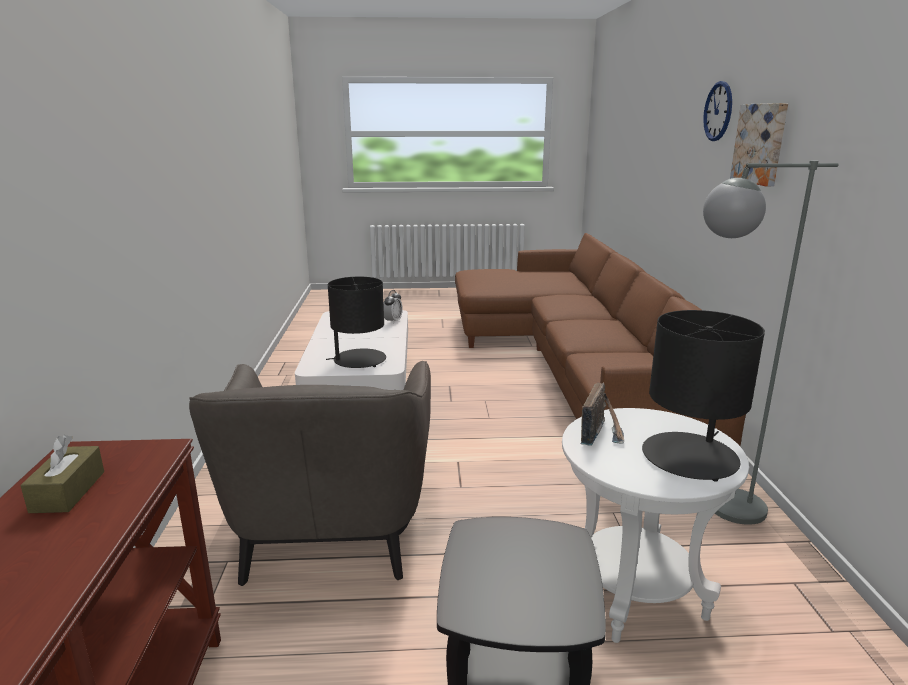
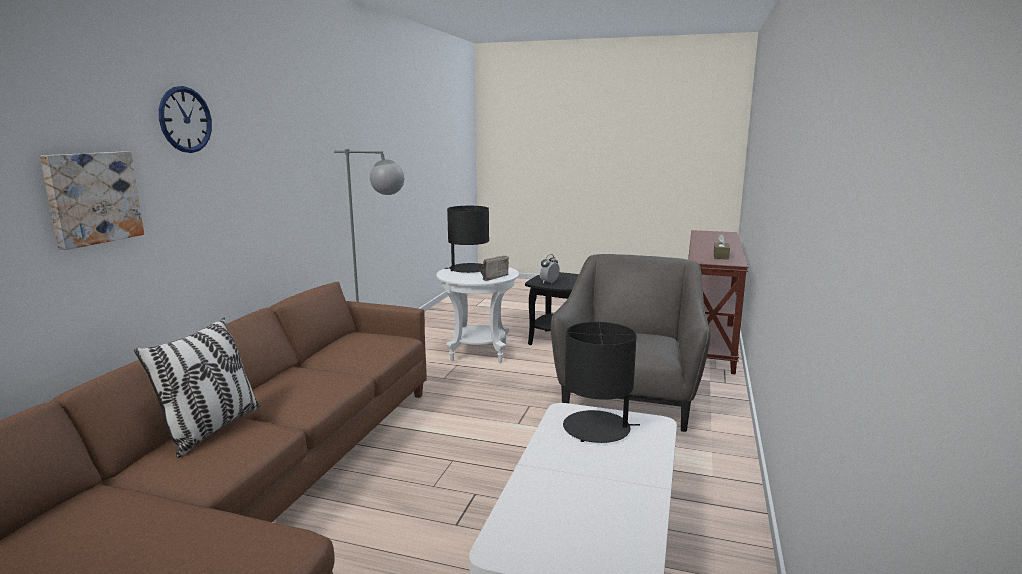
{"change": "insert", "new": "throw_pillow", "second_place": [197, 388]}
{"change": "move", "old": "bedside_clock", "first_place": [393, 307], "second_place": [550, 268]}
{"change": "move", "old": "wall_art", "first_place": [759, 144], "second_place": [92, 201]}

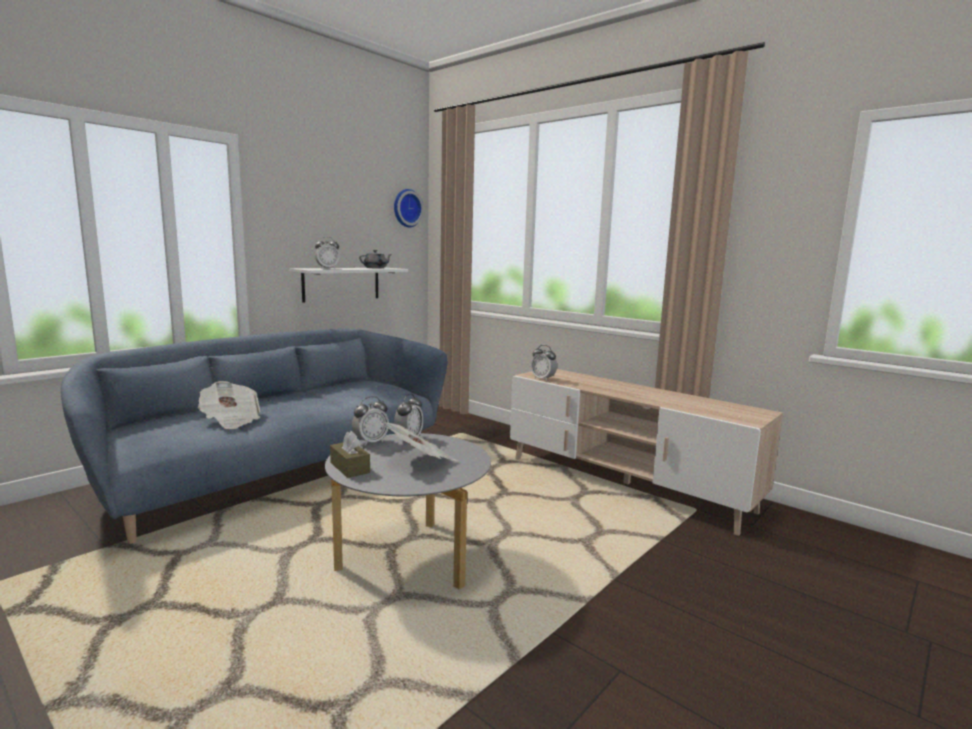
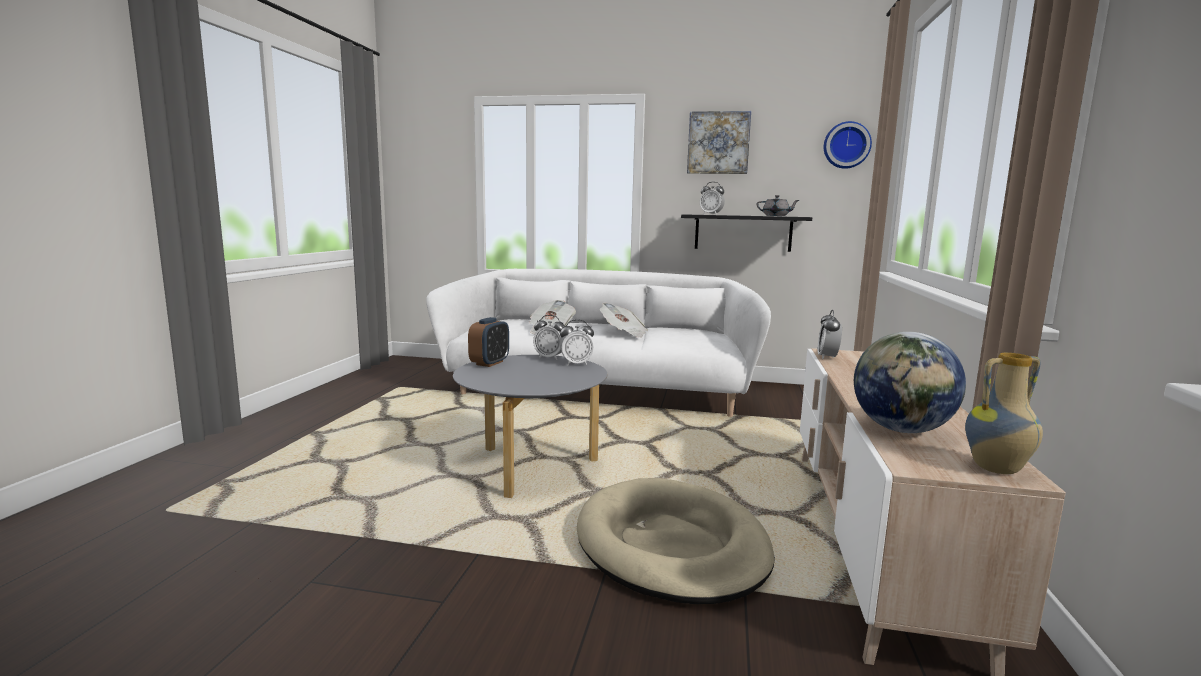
{"change": "insert", "new": "beige-coloured_dog_cushion", "second_place": [676, 541]}
{"change": "insert", "new": "wall_art", "second_place": [719, 142]}
{"change": "insert", "new": "desk_globe", "second_place": [910, 382]}
{"change": "insert", "new": "vase", "second_place": [1004, 413]}
{"change": "move", "old": "newspaper", "first_place": [419, 442], "second_place": [624, 320]}
{"change": "replace", "old": "brown-coloured_box_of_tissues", "new": "bedside_clock", "first_place": [350, 454], "second_place": [488, 342]}
{"change": "recolor", "old": "bluish_settee", "new": "whitish_settee", "first_place": [254, 436], "second_place": [598, 343]}
{"change": "recolor", "old": "whitish_wall_shelf", "new": "black_wall_shelf", "first_place": [348, 285], "second_place": [746, 233]}

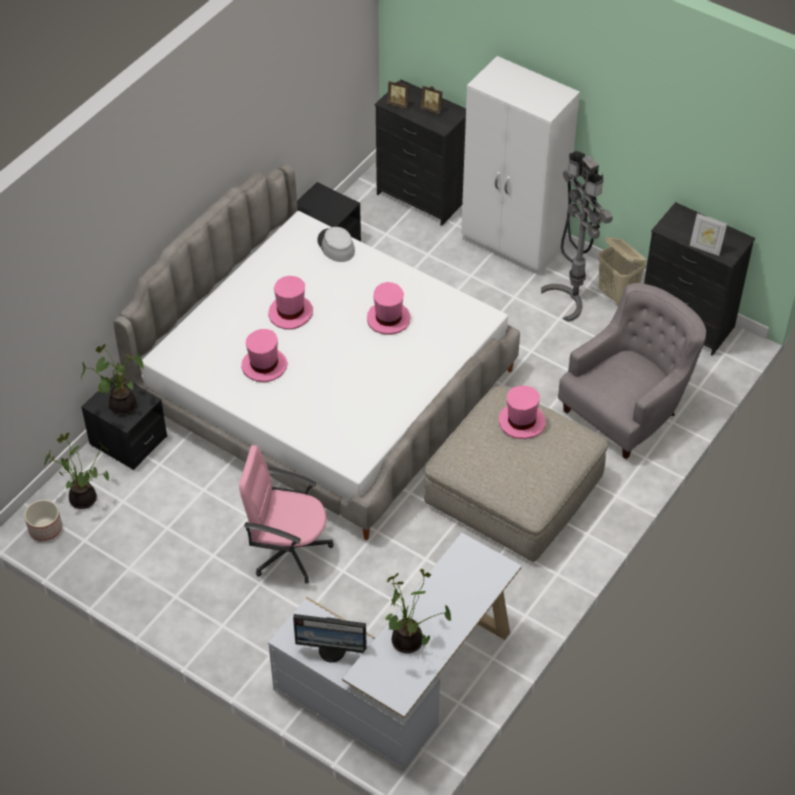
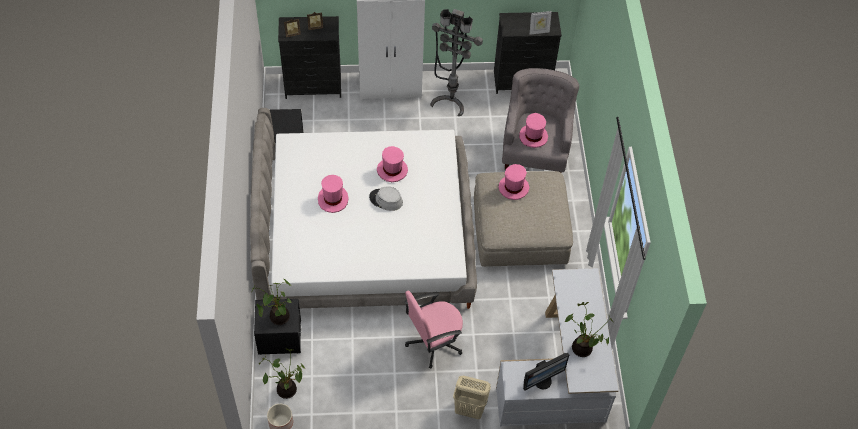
{"change": "move", "old": "pinkish_clothing_hat", "first_place": [264, 355], "second_place": [533, 130]}
{"change": "move", "old": "gray_clothing_hat", "first_place": [336, 244], "second_place": [386, 198]}
{"change": "move", "old": "beige-coloured_washing_basket", "first_place": [622, 271], "second_place": [472, 397]}

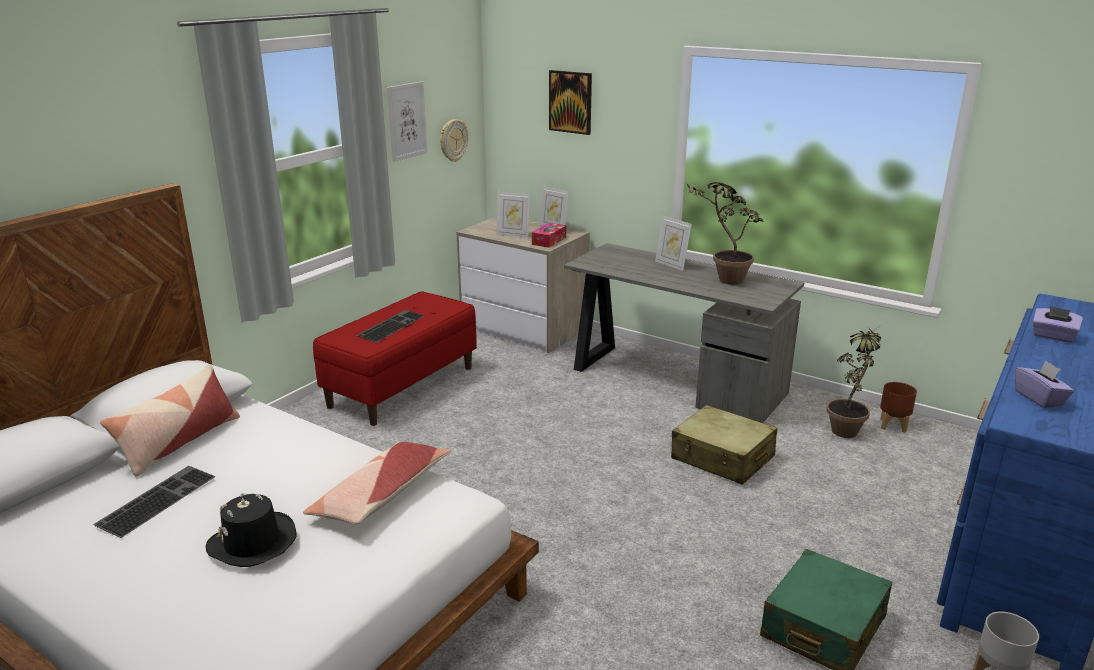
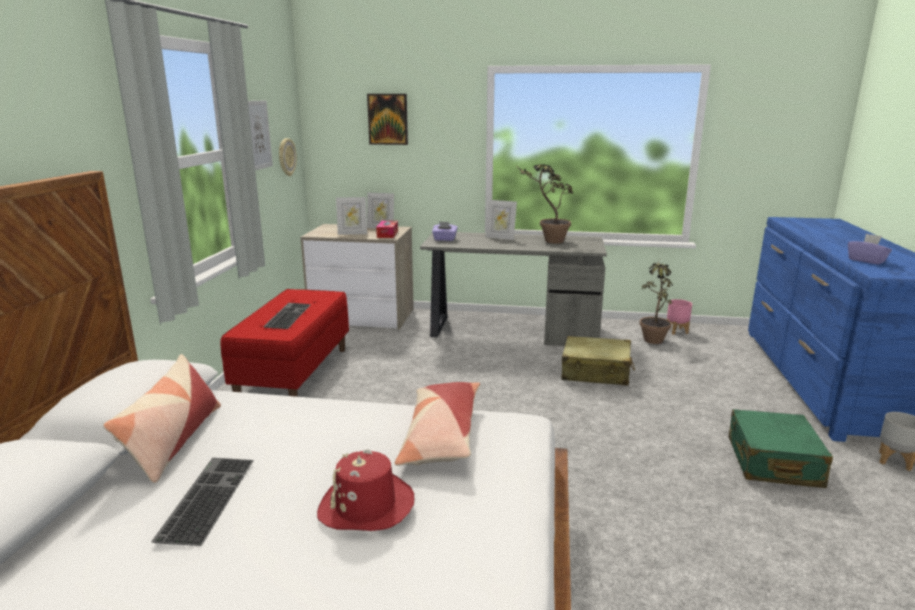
{"change": "move", "old": "purple-coloured_box_of_tissues", "first_place": [1058, 324], "second_place": [445, 231]}
{"change": "recolor", "old": "black_clothing_hat", "new": "red_clothing_hat", "first_place": [251, 530], "second_place": [365, 490]}
{"change": "recolor", "old": "brown-coloured_plant_pot", "new": "pinkish_plant_pot", "first_place": [898, 407], "second_place": [679, 317]}

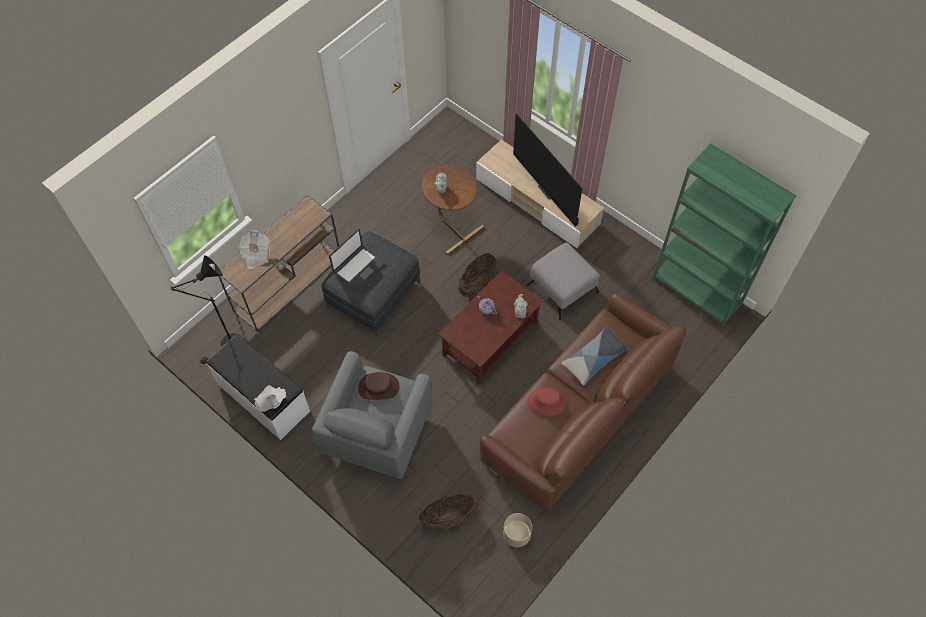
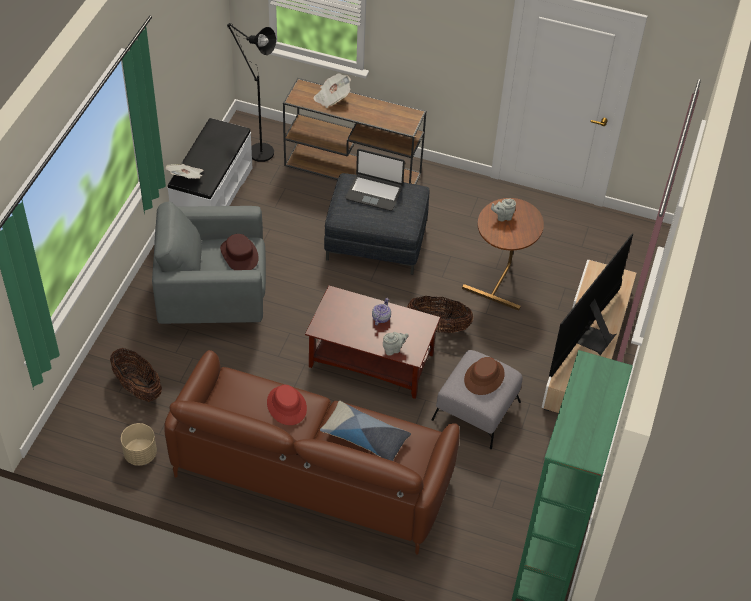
{"change": "insert", "new": "brown-coloured_clothing_hat", "second_place": [484, 376]}

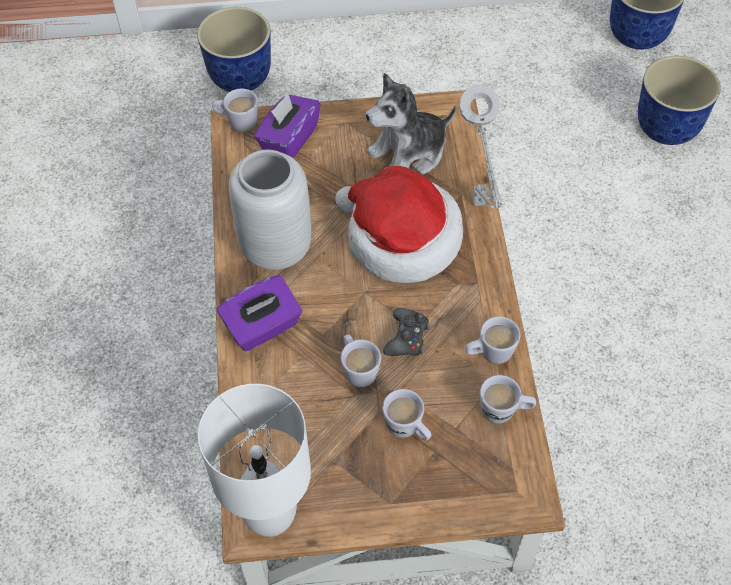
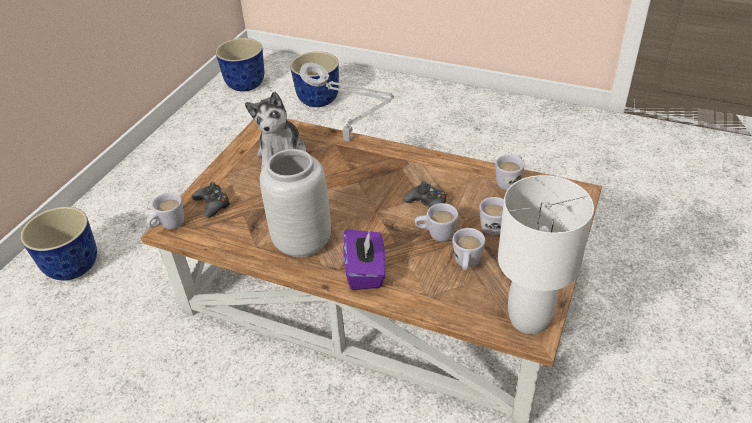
{"change": "delete", "old": "clothing_hat", "first_place": [399, 224]}
{"change": "move", "old": "whitish_tea_mug", "first_place": [492, 340], "second_place": [468, 249]}
{"change": "replace", "old": "purple-coloured_box_of_tissues", "new": "black_game_controller", "first_place": [287, 125], "second_place": [211, 200]}

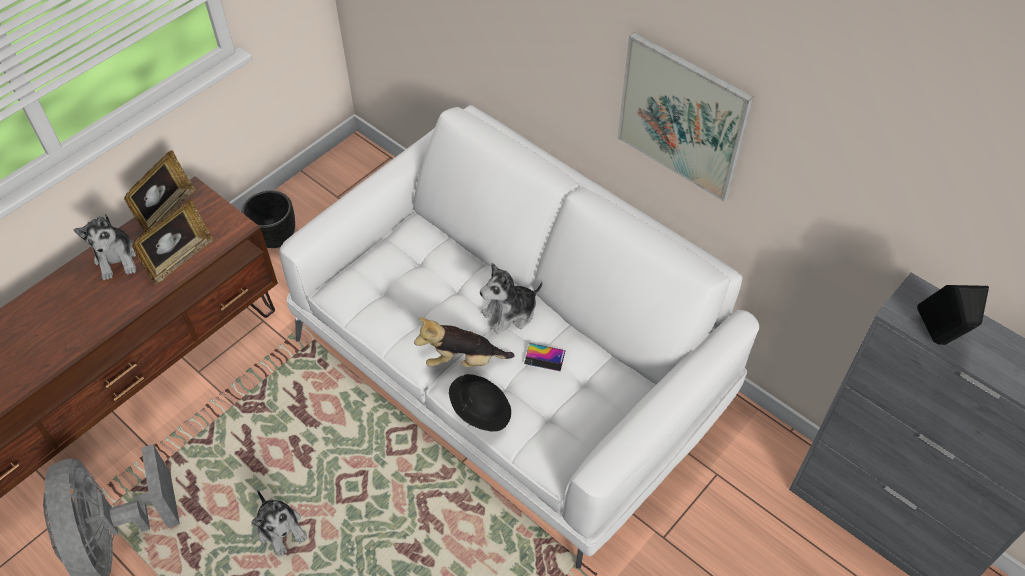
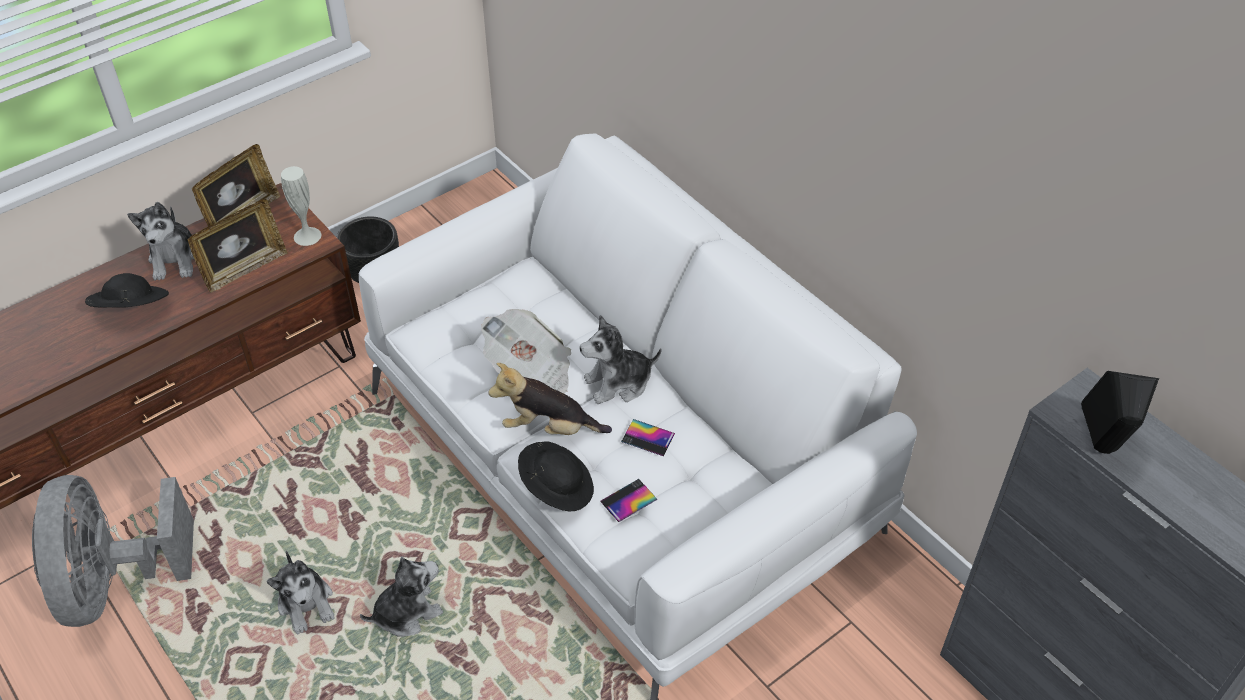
{"change": "delete", "old": "wall_art", "first_place": [686, 116]}
{"change": "insert", "new": "black_clothing_hat", "second_place": [127, 290]}
{"change": "insert", "new": "whitish_vase", "second_place": [301, 206]}
{"change": "insert", "new": "soft_toy", "second_place": [401, 596]}
{"change": "insert", "new": "newspaper", "second_place": [526, 351]}
{"change": "insert", "new": "handset", "second_place": [628, 500]}

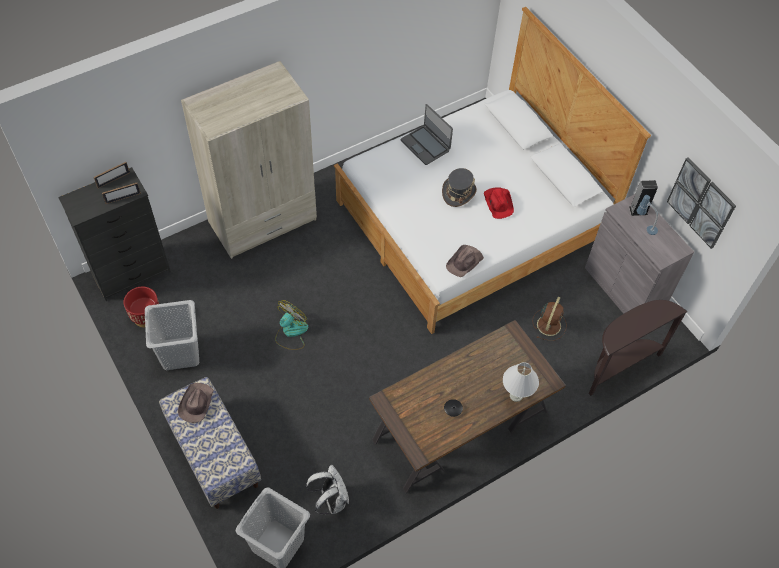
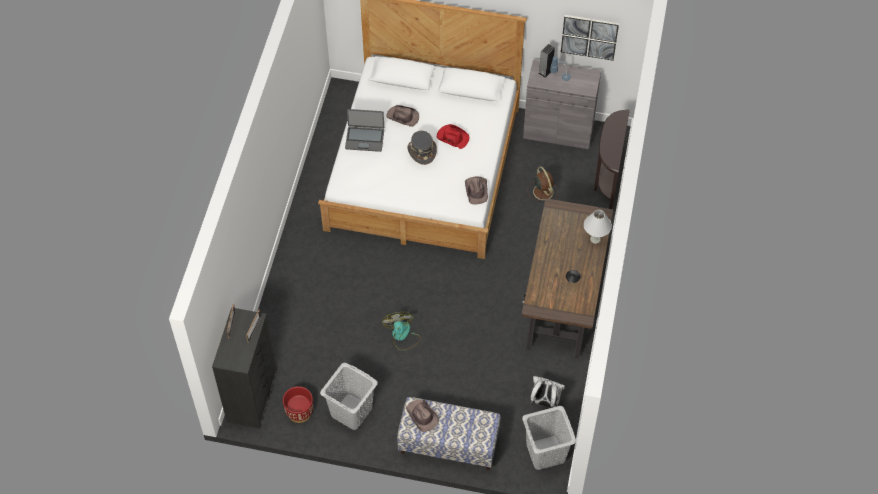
{"change": "delete", "old": "beige-coloured_clothes_cupboard", "first_place": [249, 160]}
{"change": "insert", "new": "brown-coloured_clothing_hat", "second_place": [402, 116]}

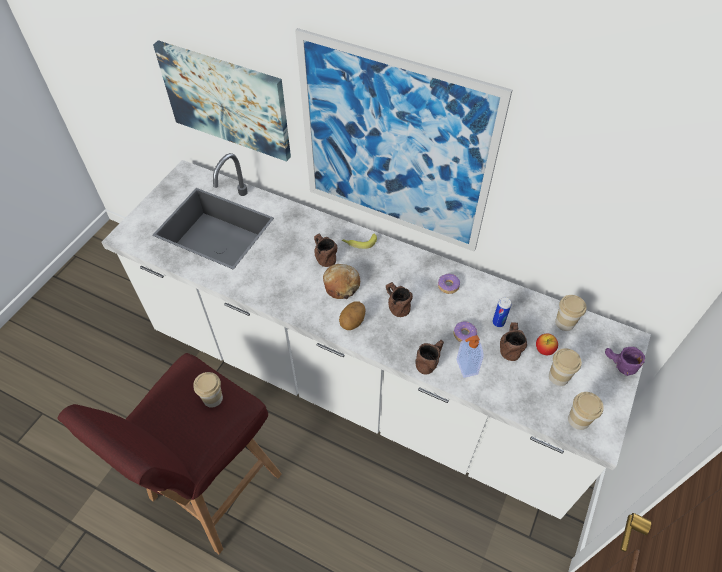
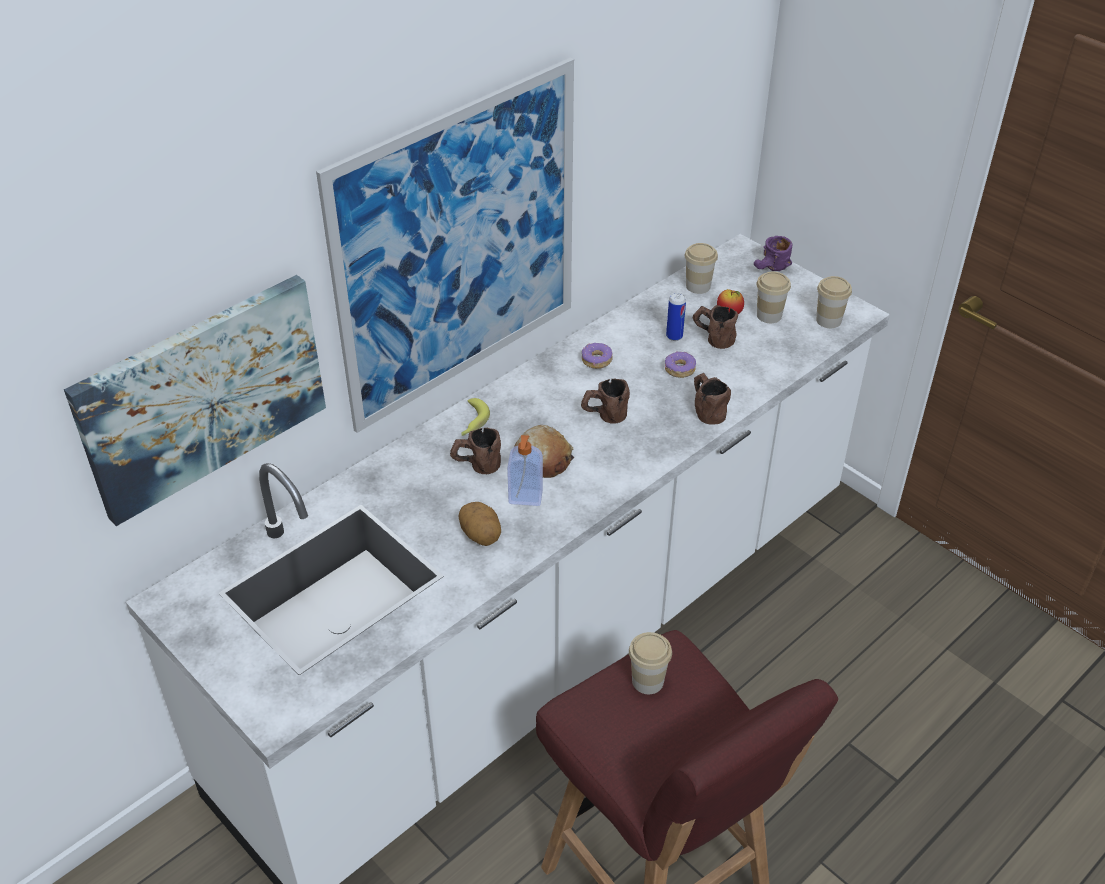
{"change": "move", "old": "potato", "first_place": [352, 315], "second_place": [479, 524]}
{"change": "move", "old": "soap_bottle", "first_place": [470, 356], "second_place": [525, 470]}

